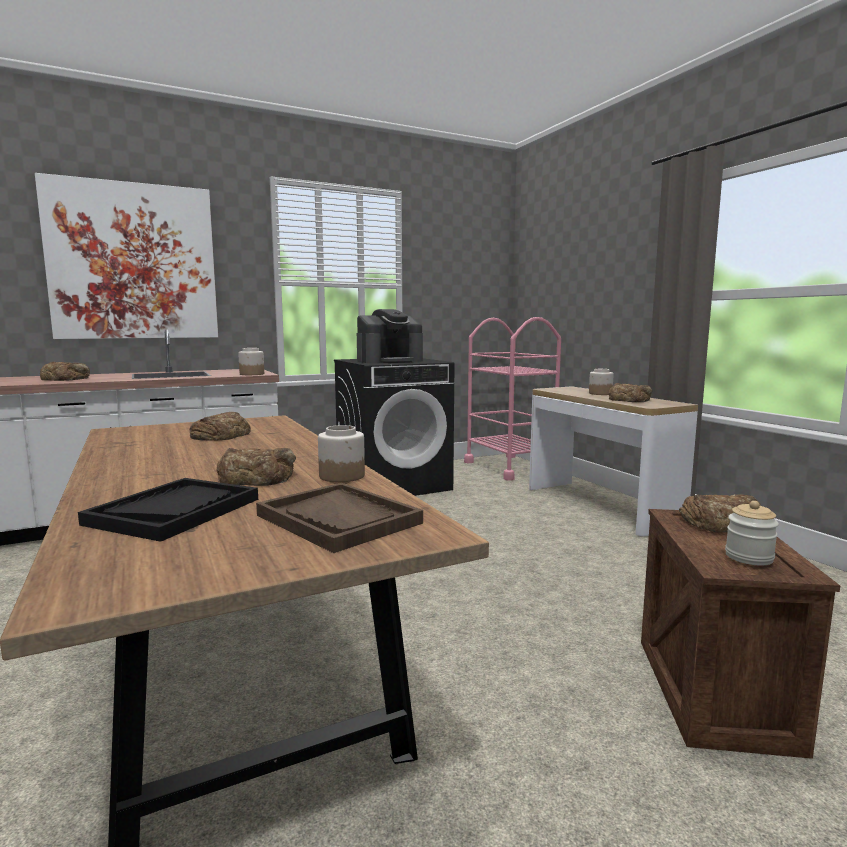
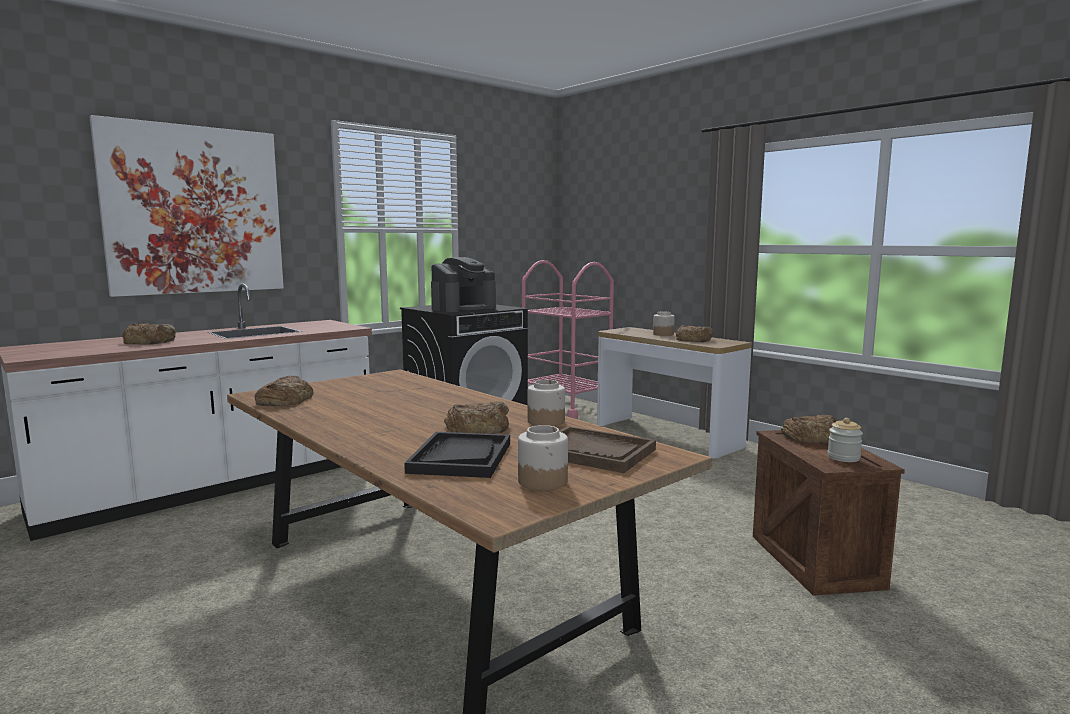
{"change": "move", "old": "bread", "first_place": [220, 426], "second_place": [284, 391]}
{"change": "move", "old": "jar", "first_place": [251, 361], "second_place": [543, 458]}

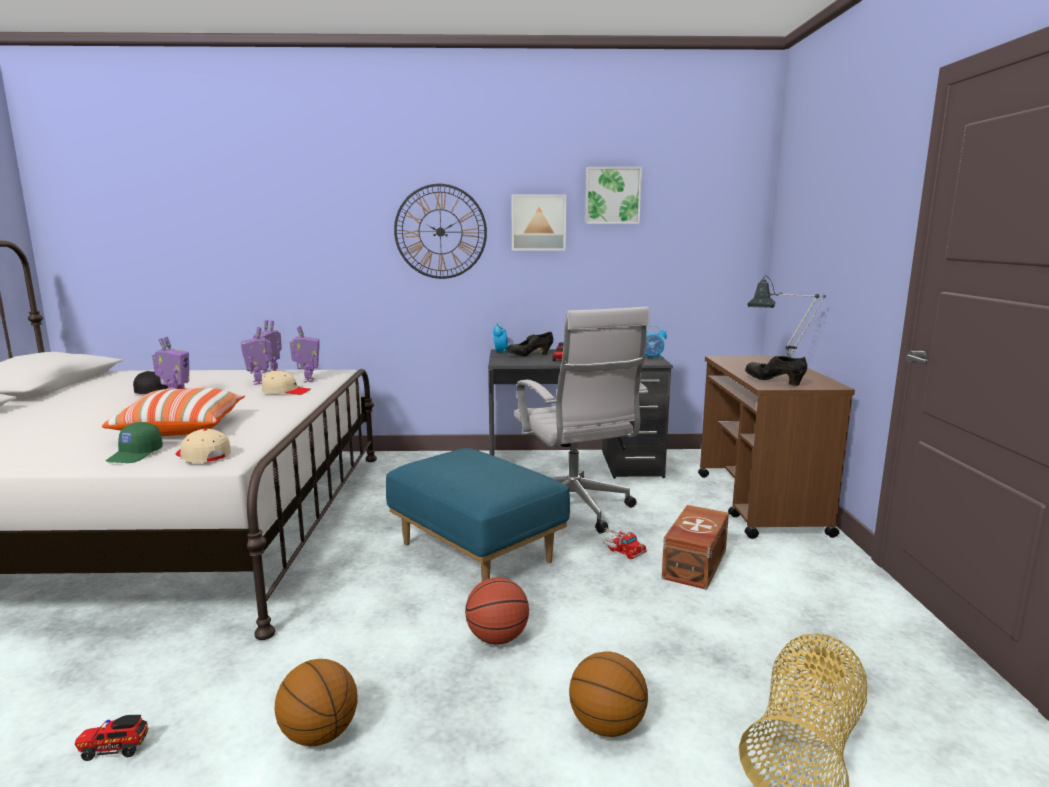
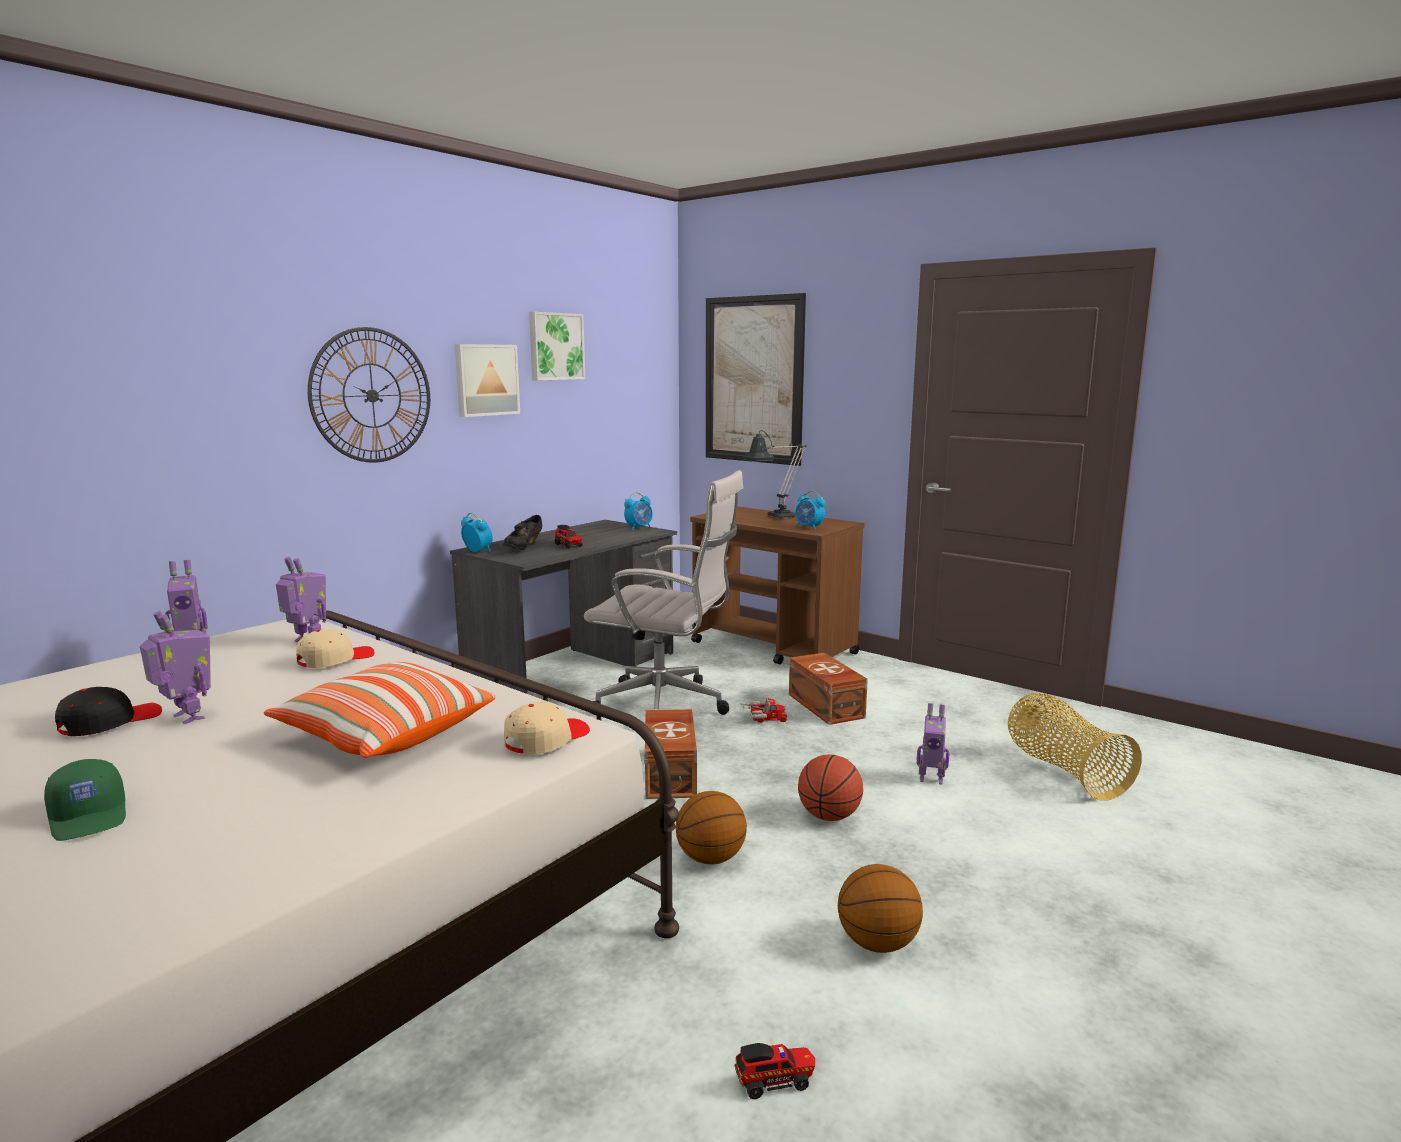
{"change": "insert", "new": "wall_art", "second_place": [756, 379]}
{"change": "move", "old": "greenish_baseball_cap", "first_place": [134, 442], "second_place": [85, 800]}
{"change": "move", "old": "toy_robot", "first_place": [256, 356], "second_place": [933, 744]}
{"change": "move", "old": "basketball_ball", "first_place": [608, 694], "second_place": [711, 828]}
{"change": "replace", "old": "bluish_ottoman", "new": "brown-coloured_storage_bin", "first_place": [478, 514], "second_place": [670, 754]}
{"change": "replace", "old": "black_shoe", "new": "bedside_clock", "first_place": [776, 371], "second_place": [810, 510]}
{"change": "rotate", "old": "toy_lorry", "first_place": [111, 738], "second_place": [775, 1071], "degrees": -135}
{"change": "rotate", "old": "beige-coloured_baseball_cap", "first_place": [203, 446], "second_place": [547, 728], "degrees": 135}

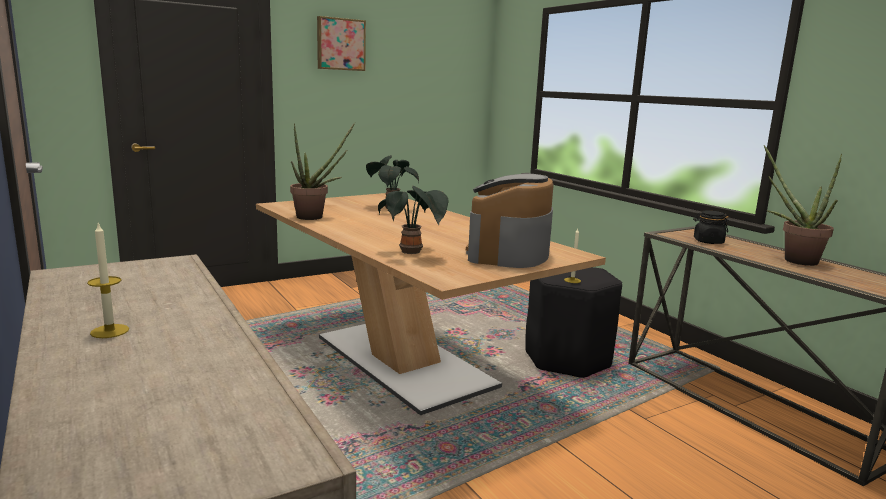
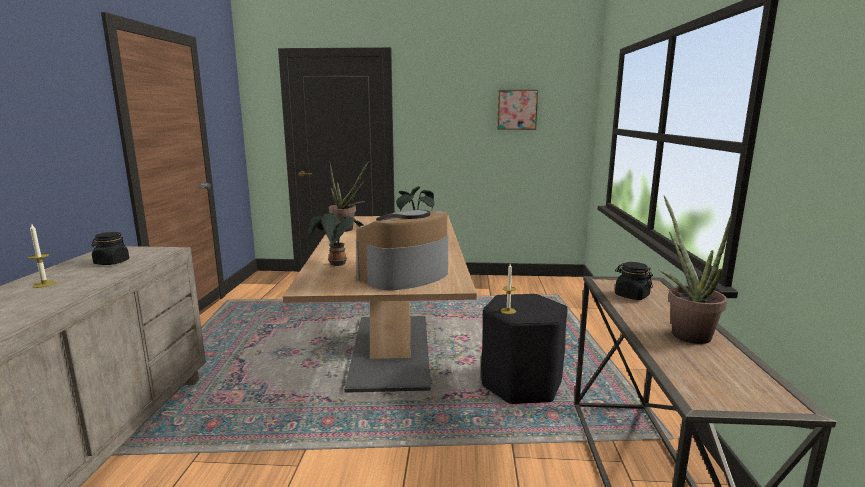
{"change": "insert", "new": "black_jar", "second_place": [110, 248]}
{"change": "move", "old": "wall_art", "first_place": [341, 43], "second_place": [517, 110]}

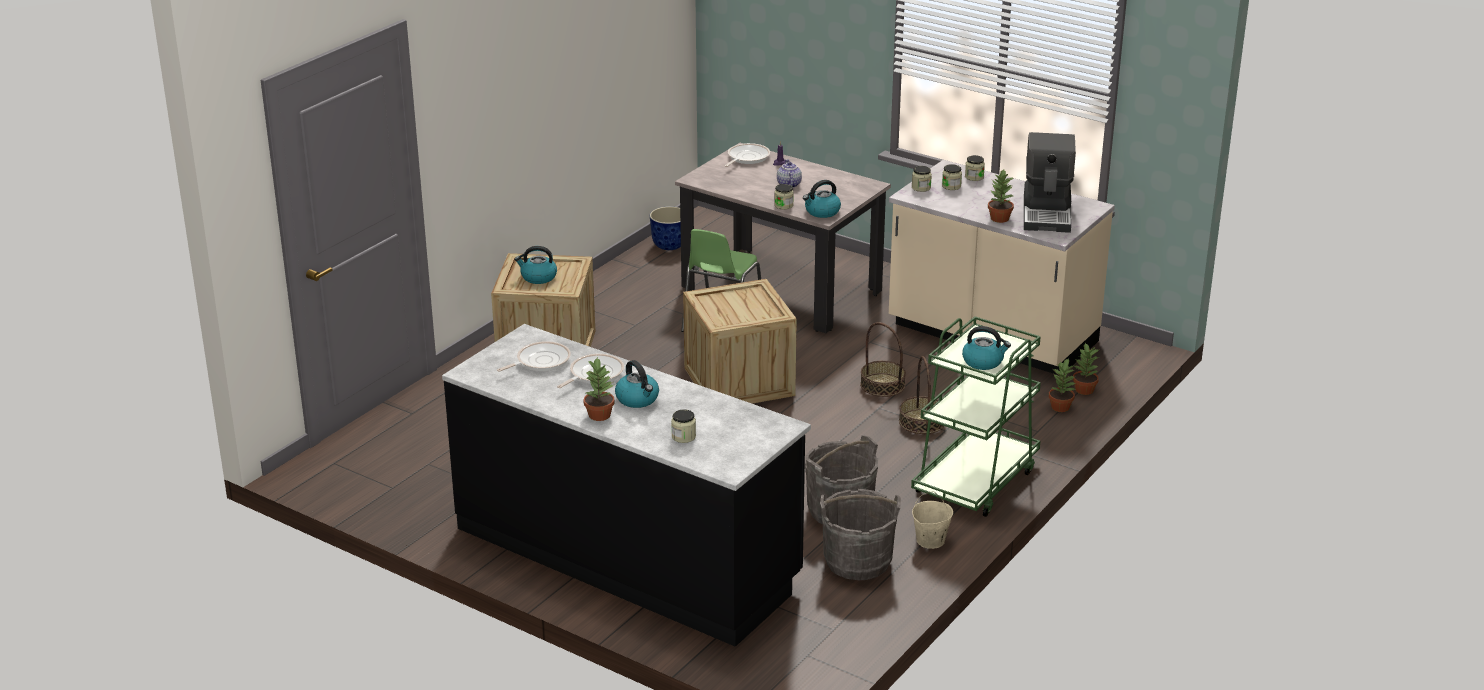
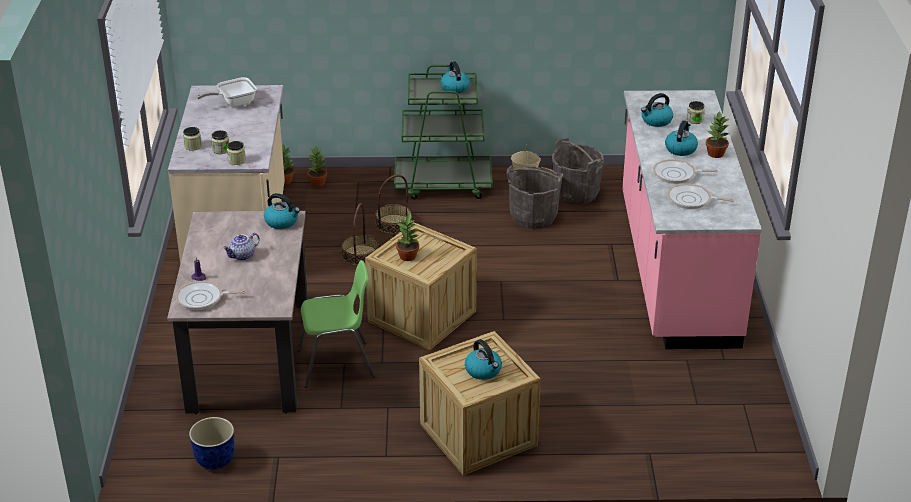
{"change": "delete", "old": "jar", "first_place": [784, 197]}
{"change": "insert", "new": "kettle", "second_place": [657, 110]}
{"change": "move", "old": "potted_plant", "first_place": [1001, 196], "second_place": [407, 237]}
{"change": "replace", "old": "coffee_machine", "new": "skillet", "first_place": [1050, 182], "second_place": [227, 92]}
{"change": "recolor", "old": "black_counter", "new": "pinkish_counter", "first_place": [626, 485], "second_place": [692, 219]}

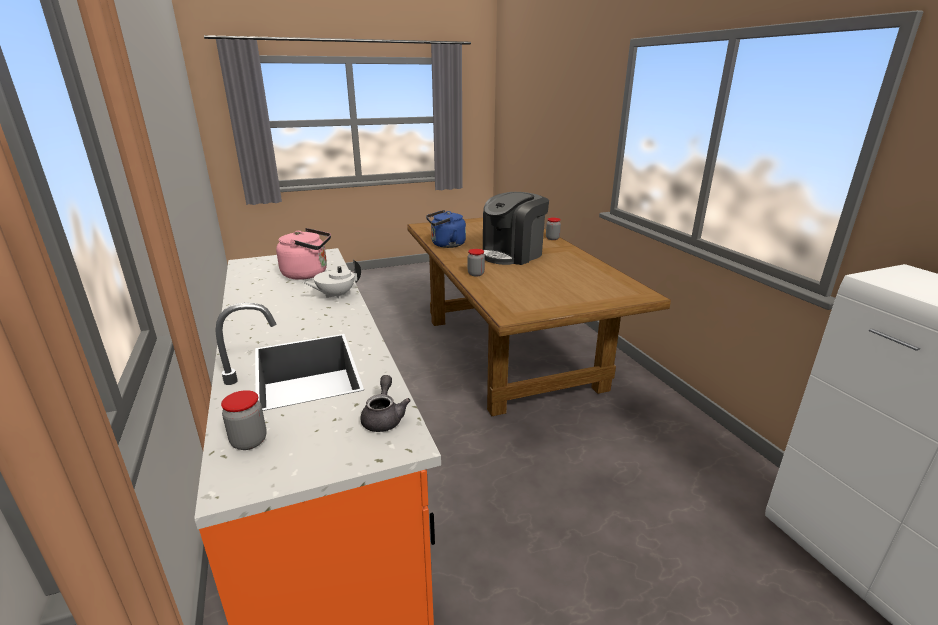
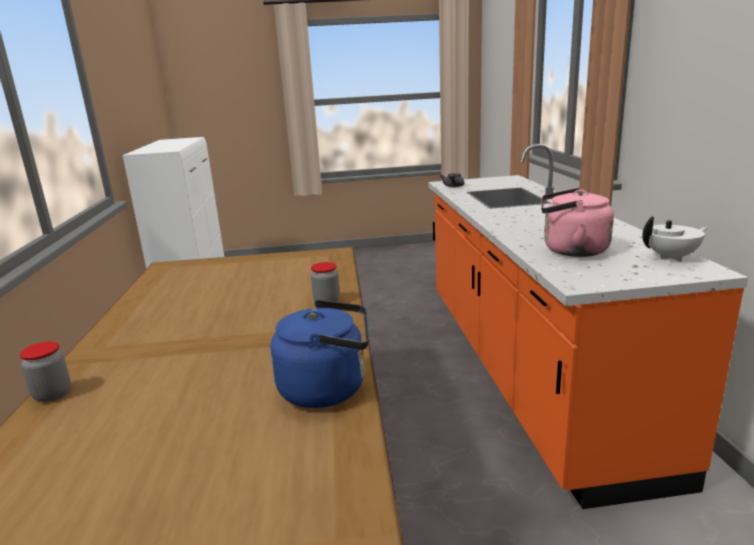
{"change": "delete", "old": "jar", "first_place": [244, 420]}
{"change": "delete", "old": "coffee_machine", "first_place": [516, 228]}
{"change": "move", "old": "whitish_tea_pot", "first_place": [332, 279], "second_place": [675, 239]}

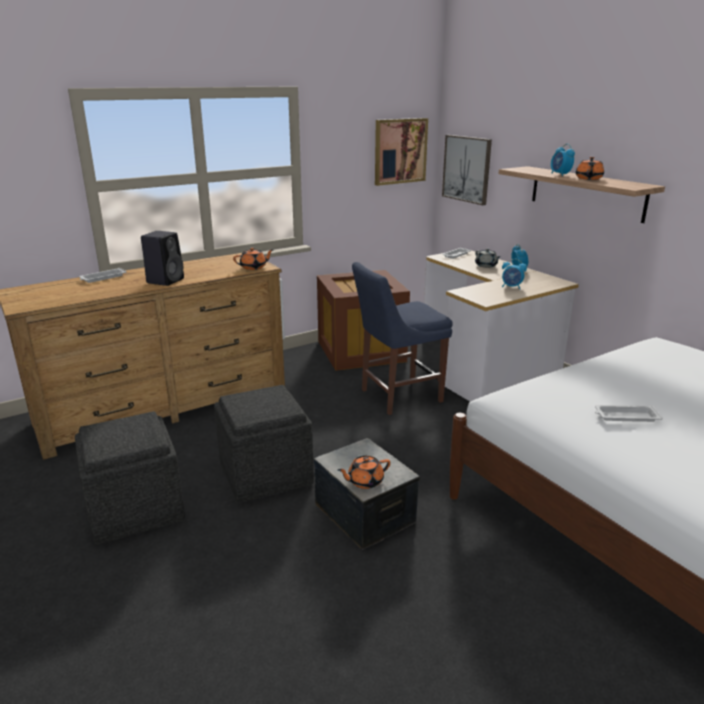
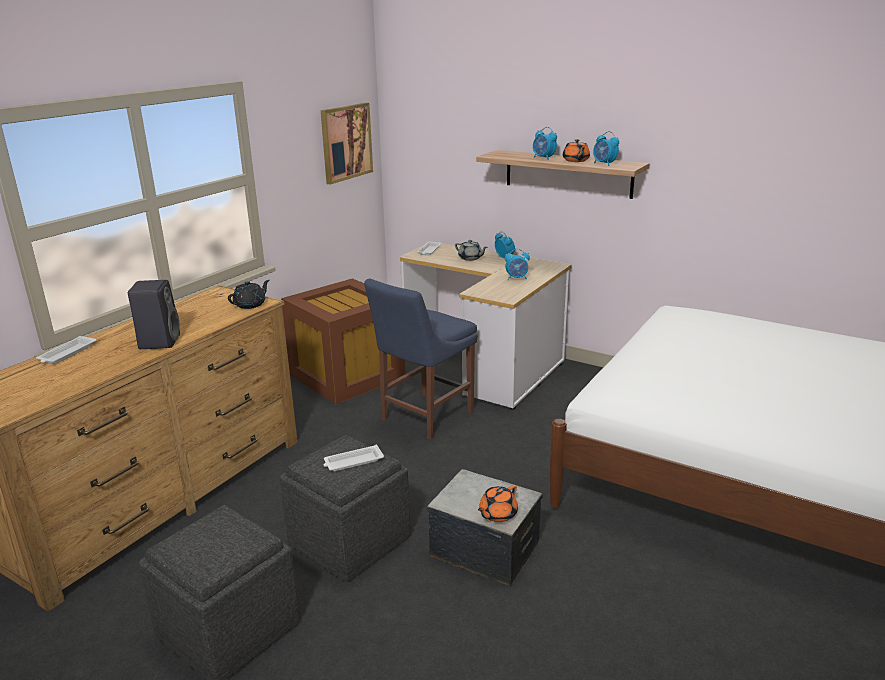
{"change": "delete", "old": "wall_art", "first_place": [467, 170]}
{"change": "insert", "new": "bedside_clock", "second_place": [606, 148]}
{"change": "move", "old": "whitish_serving_tray", "first_place": [629, 413], "second_place": [354, 458]}
{"change": "recolor", "old": "orange_tea_pot", "new": "black_tea_pot", "first_place": [253, 258], "second_place": [248, 294]}

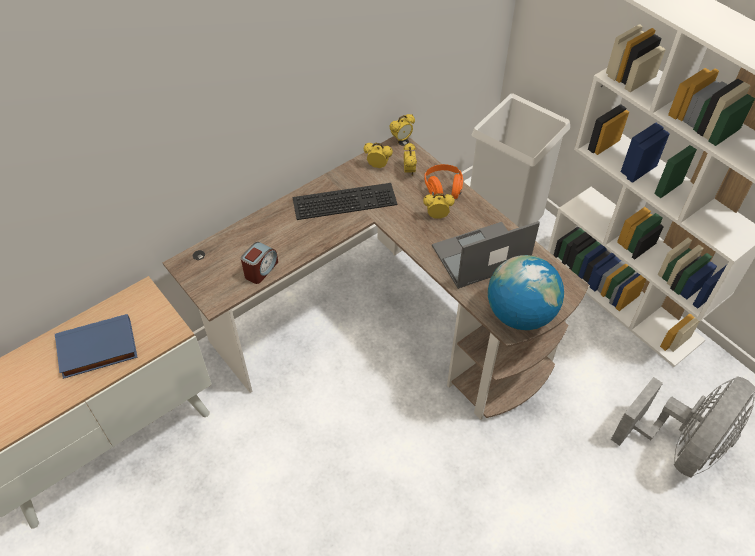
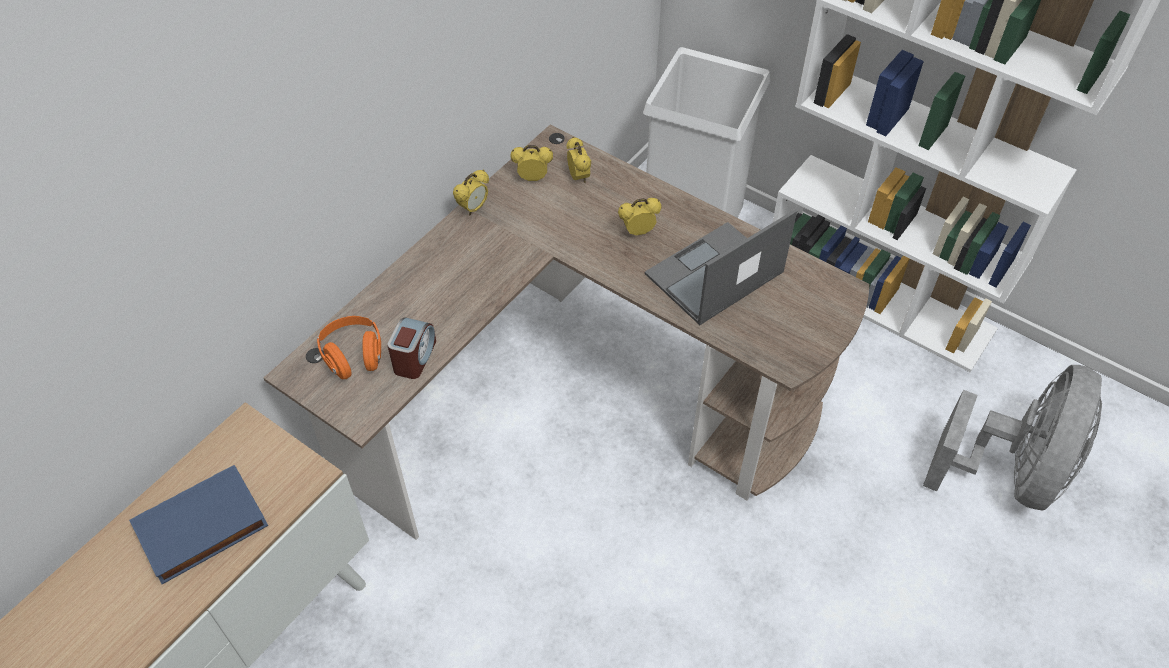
{"change": "delete", "old": "PC_keyboard", "first_place": [344, 201]}
{"change": "delete", "old": "desk_globe", "first_place": [526, 292]}
{"change": "move", "old": "bedside_clock", "first_place": [402, 128], "second_place": [471, 192]}
{"change": "move", "old": "orange_headset", "first_place": [444, 181], "second_place": [349, 347]}

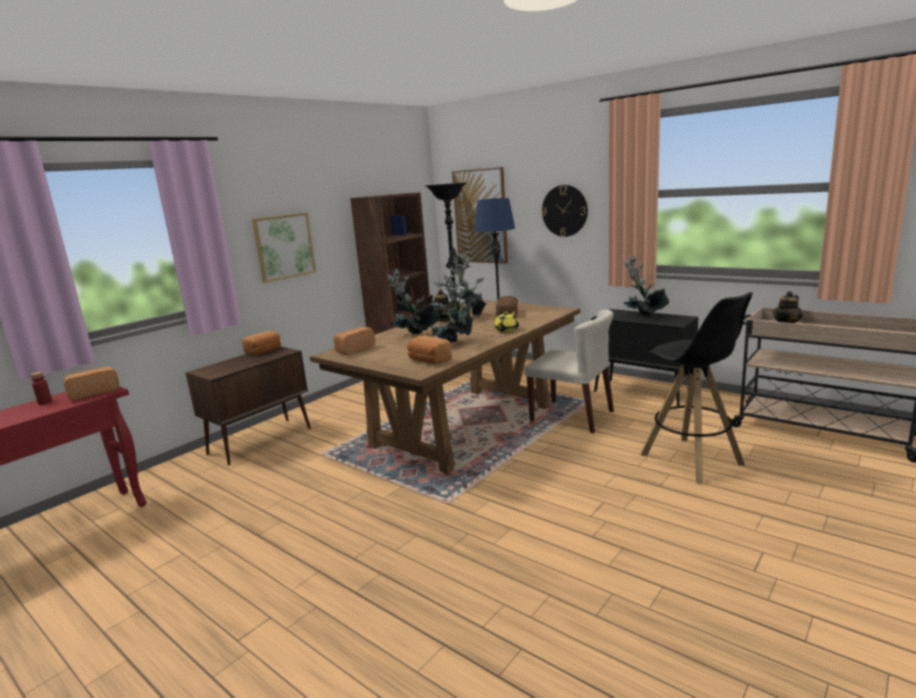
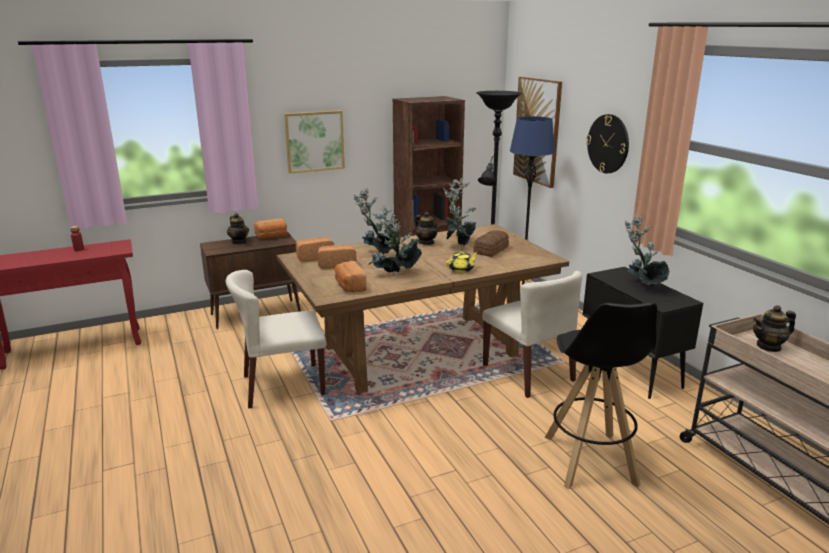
{"change": "insert", "new": "beige-coloured_upright_chair", "second_place": [276, 339]}
{"change": "insert", "new": "tea_pot", "second_place": [238, 228]}
{"change": "move", "old": "bread", "first_place": [92, 383], "second_place": [337, 257]}

